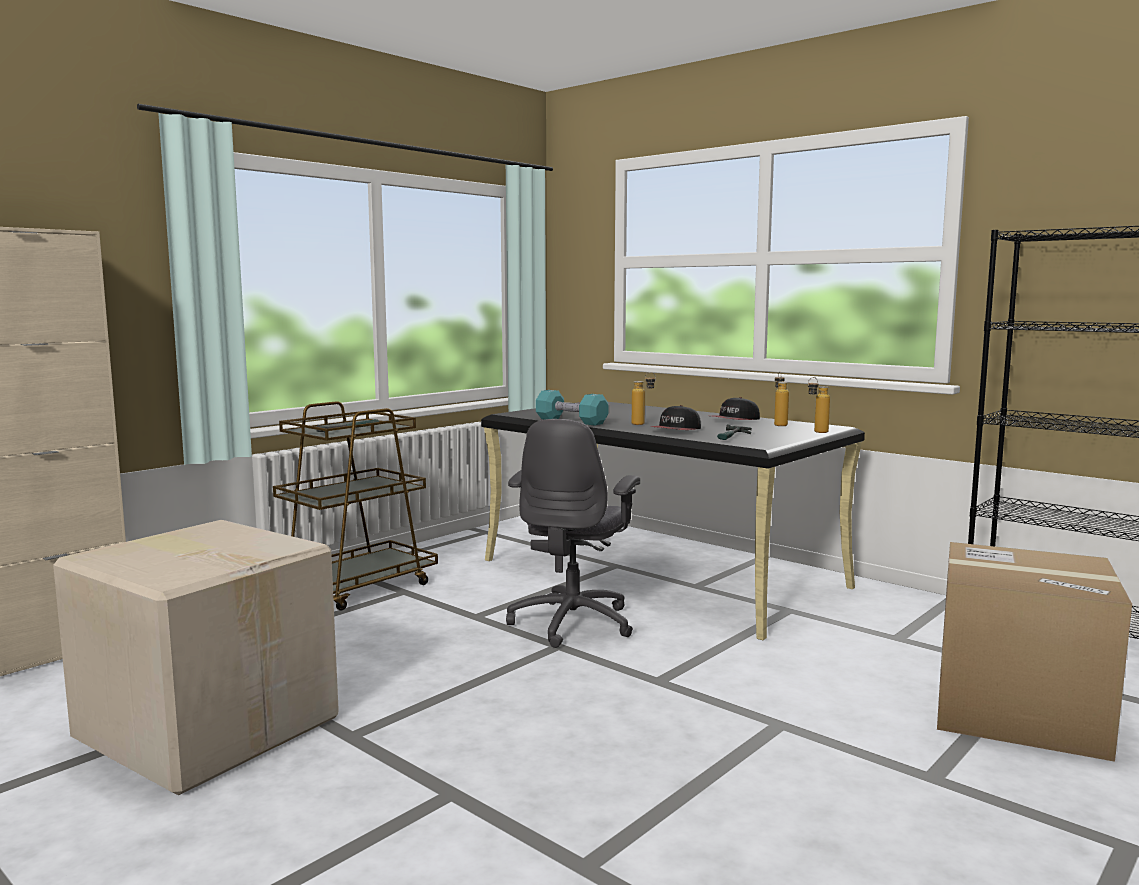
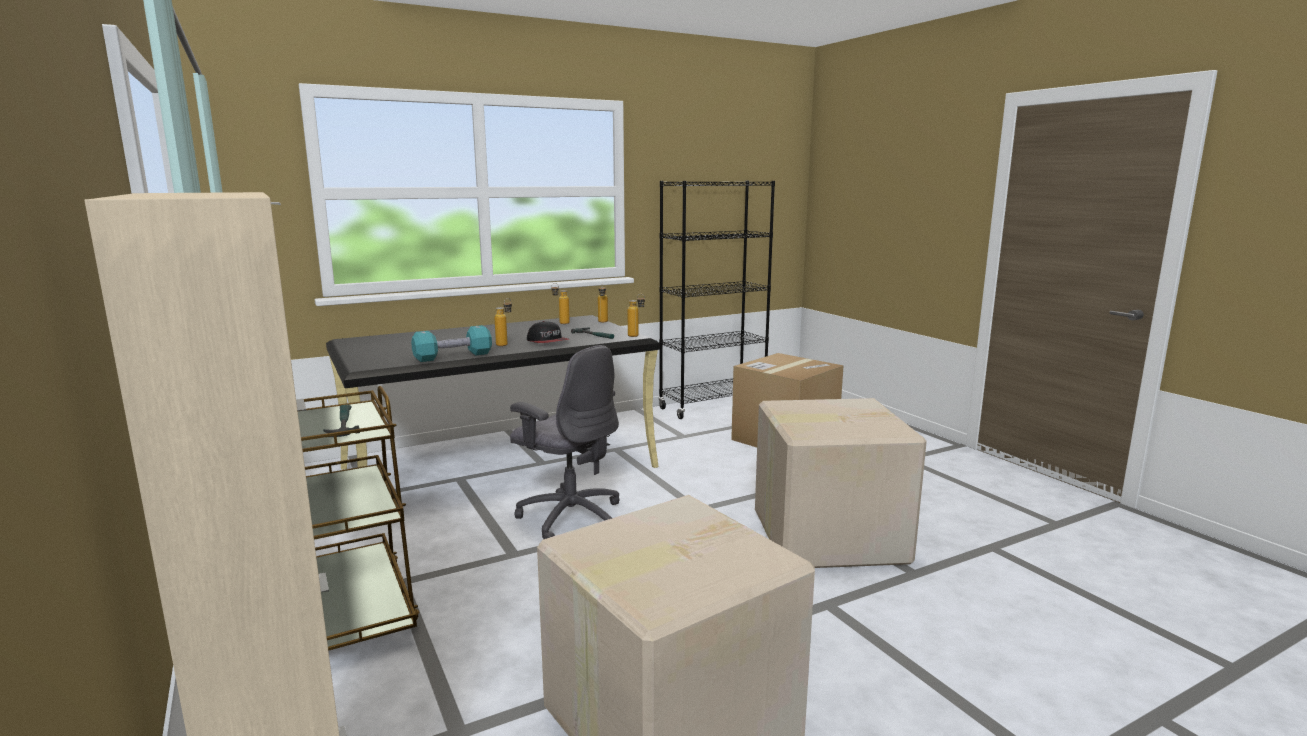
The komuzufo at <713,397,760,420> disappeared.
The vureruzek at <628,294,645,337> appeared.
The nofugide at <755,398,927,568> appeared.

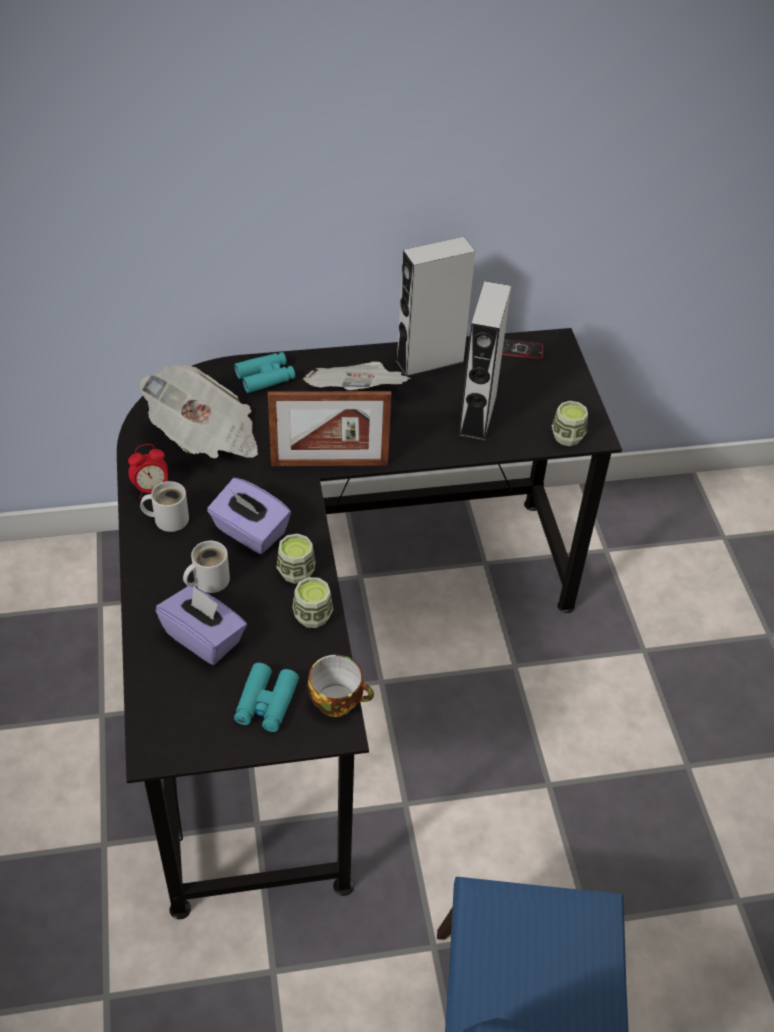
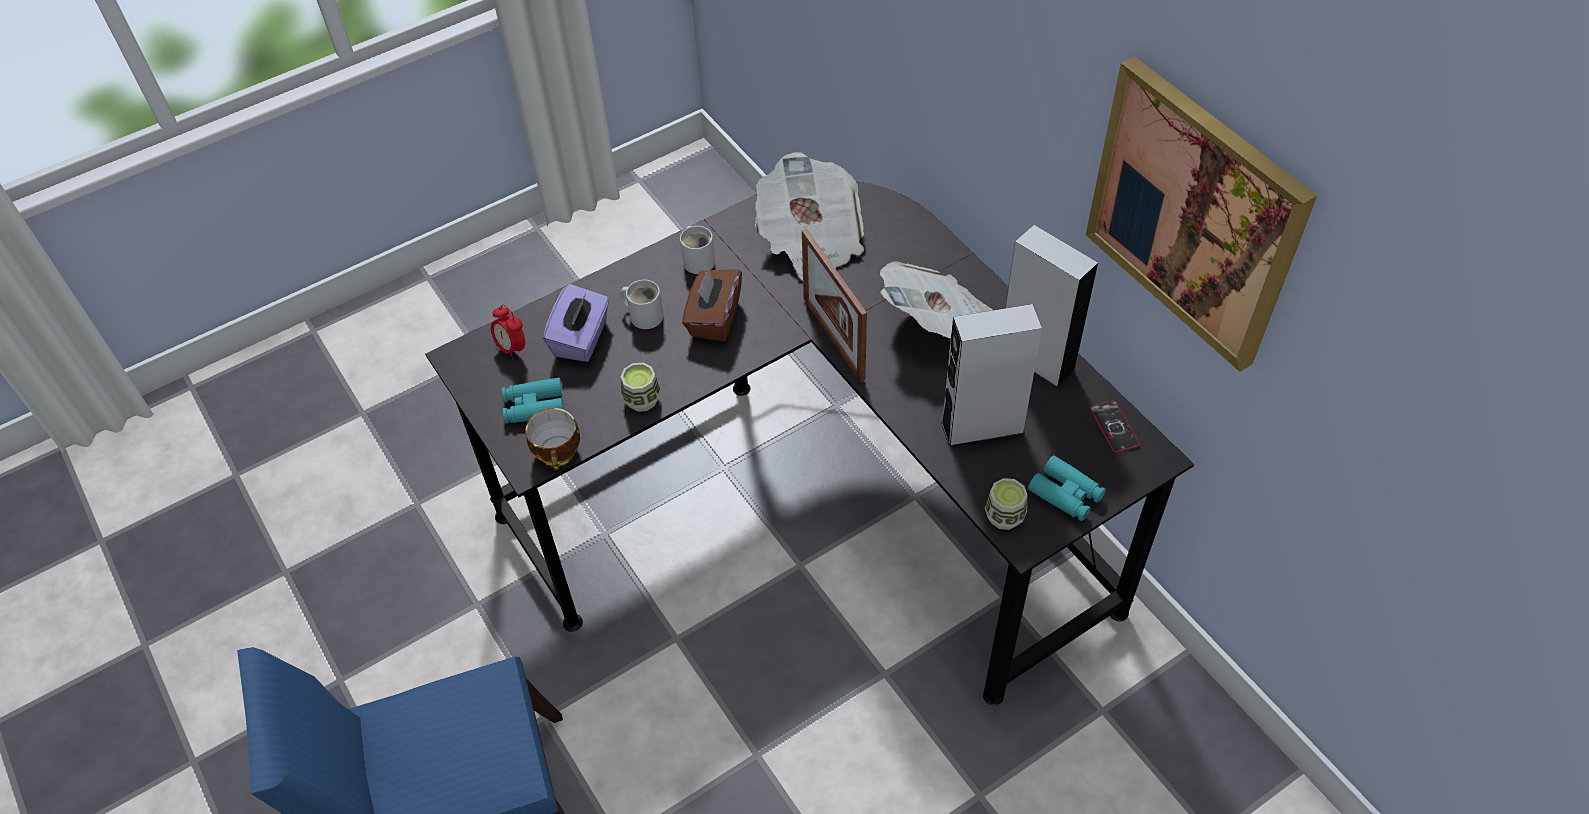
The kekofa moved from <128,444,168,498> to <491,305,525,360>.
The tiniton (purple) at <207,478,291,554> became the tiniton (brown) at <682,269,742,341>.
The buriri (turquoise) moved from <234,352,295,393> to <1028,455,1106,521>.
The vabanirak at <277,534,316,584> disappeared.
The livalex at <1086,56,1317,372> appeared.

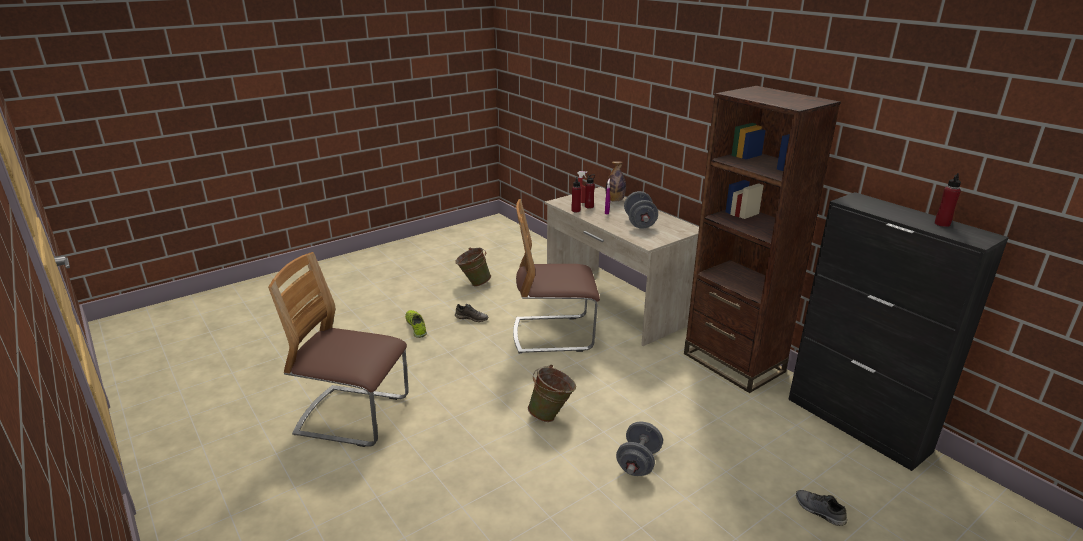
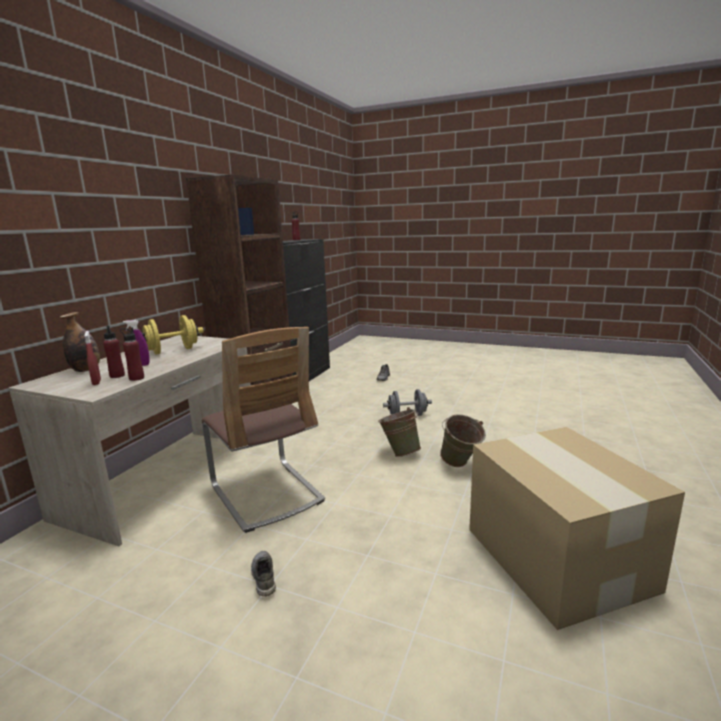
The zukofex at <268,252,409,447> was replaced by the nofugide at <469,427,685,630>.
The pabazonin at <405,310,427,338> disappeared.
The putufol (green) moved from <455,247,491,286> to <440,414,486,467>.
The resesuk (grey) at <624,191,658,229> became the resesuk (yellow) at <142,315,204,354>.

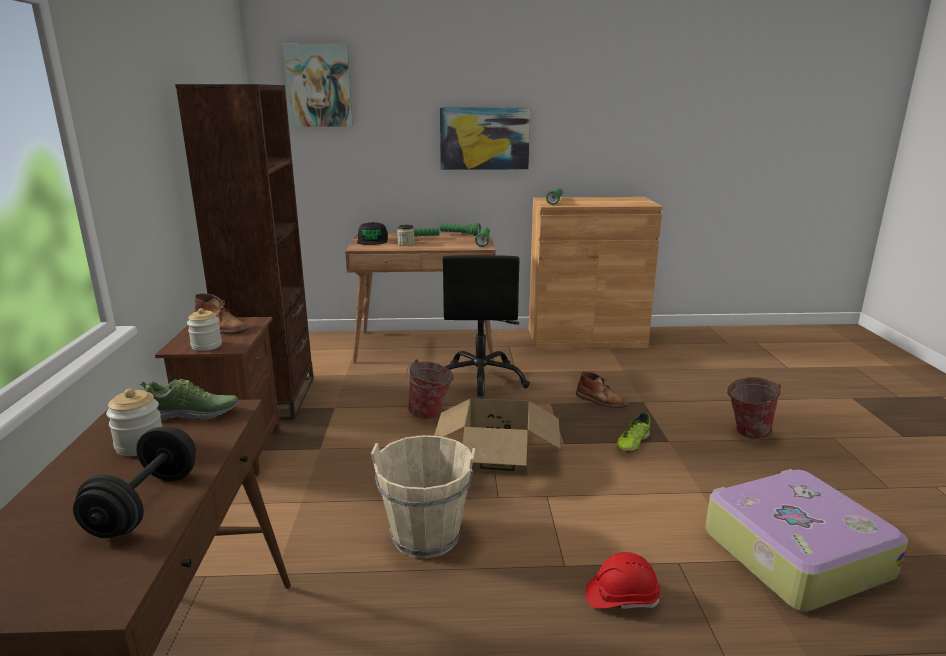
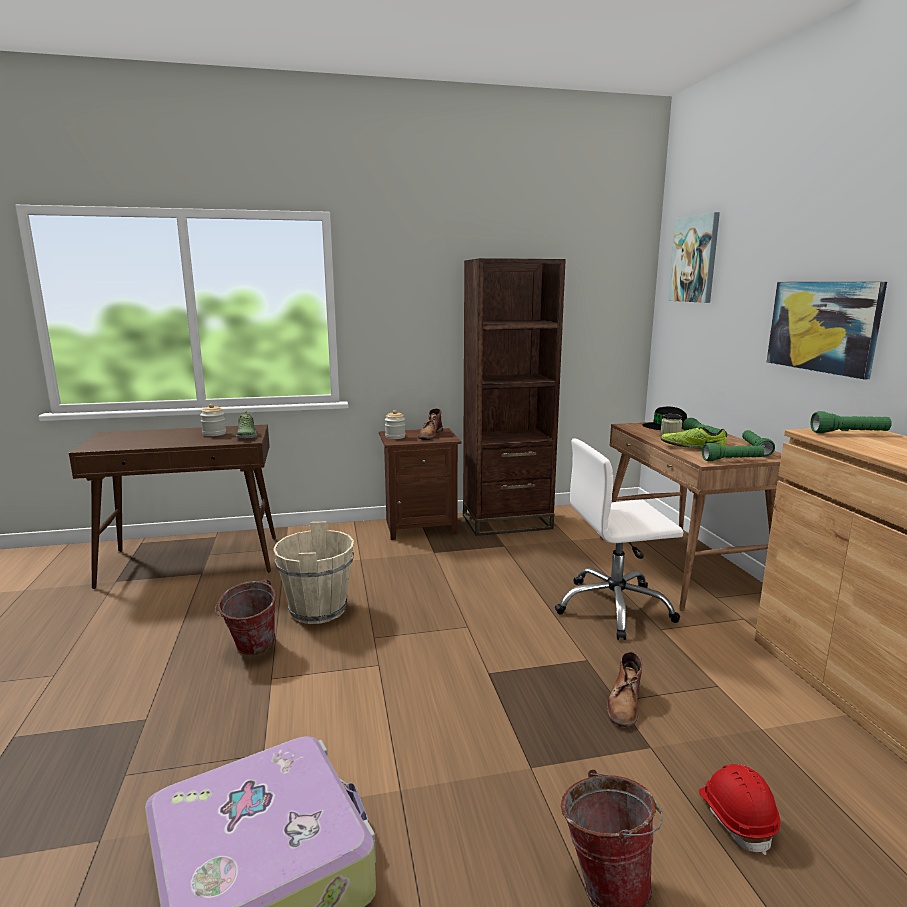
The resesuk (black) at <73,427,196,538> disappeared.
The putufol moved from <406,359,454,419> to <215,580,276,655>.
The nofugide at <434,398,560,475> disappeared.
The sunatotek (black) at <443,255,530,399> became the sunatotek (white) at <555,439,683,640>.
The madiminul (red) moved from <586,552,660,609> to <699,764,780,855>.
The pabazonin moved from <617,412,650,453> to <661,427,726,450>.

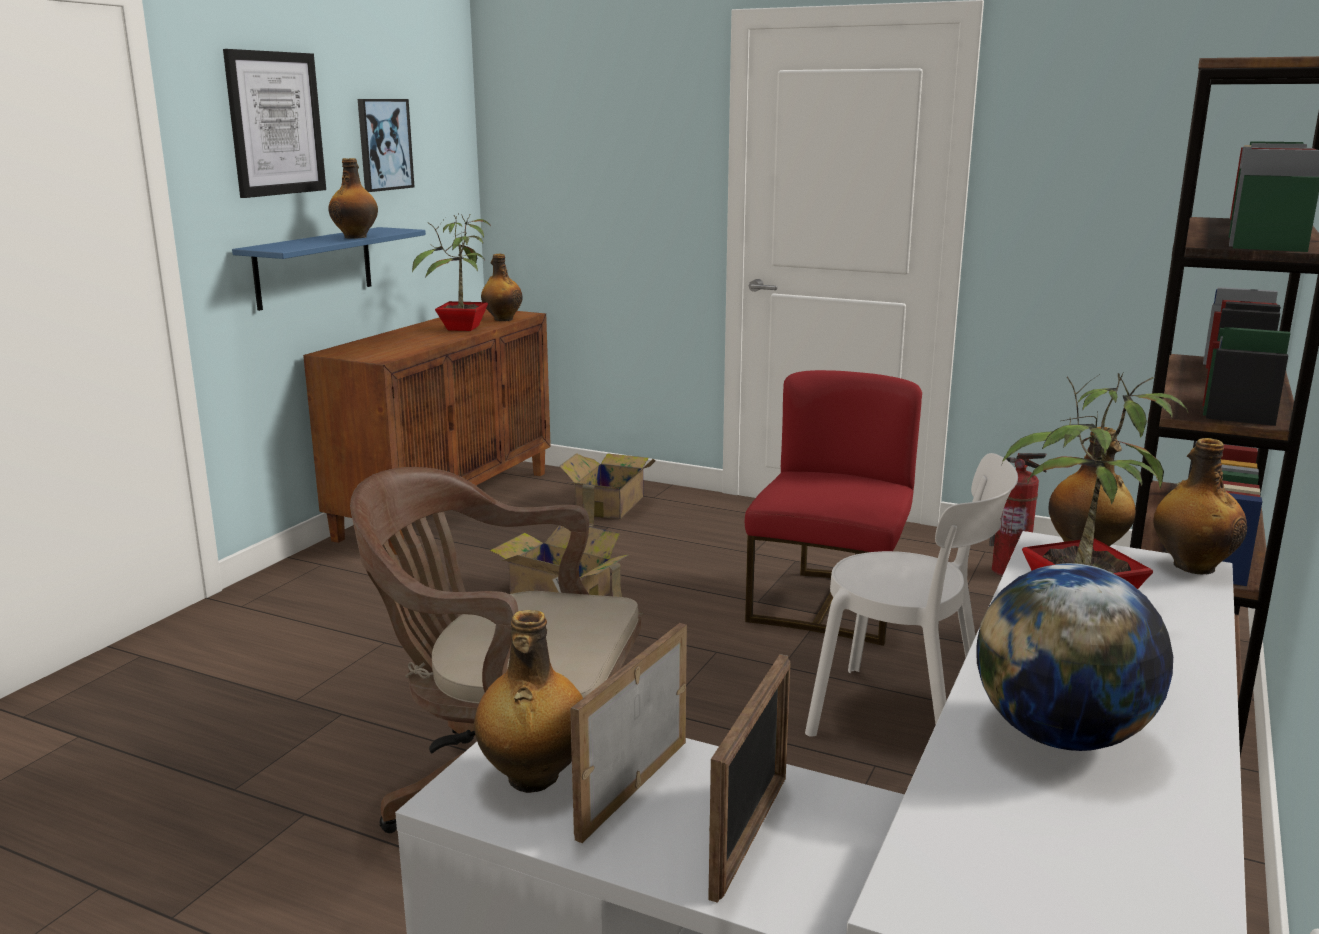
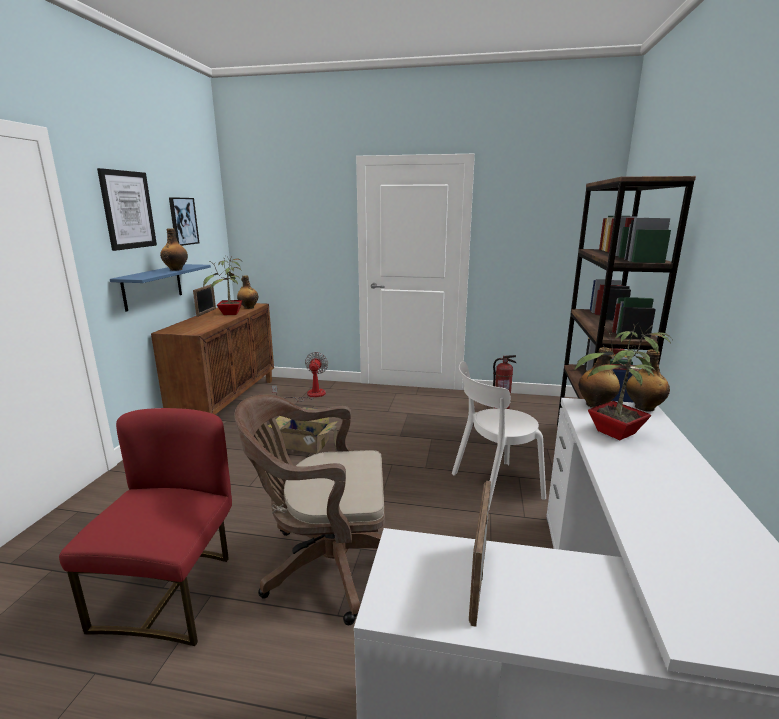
The vureruzek at <474,610,583,793> disappeared.
The nofugide at <559,453,656,527> was replaced by the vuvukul at <272,352,328,402>.
The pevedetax moved from <708,654,790,903> to <193,284,216,317>.
The zukofex (red) moved from <745,370,922,646> to <59,408,232,646>.
The zukofex (white) at <805,453,1018,737> turned 150 degrees clockwise.
The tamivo at <976,563,1173,751> disappeared.

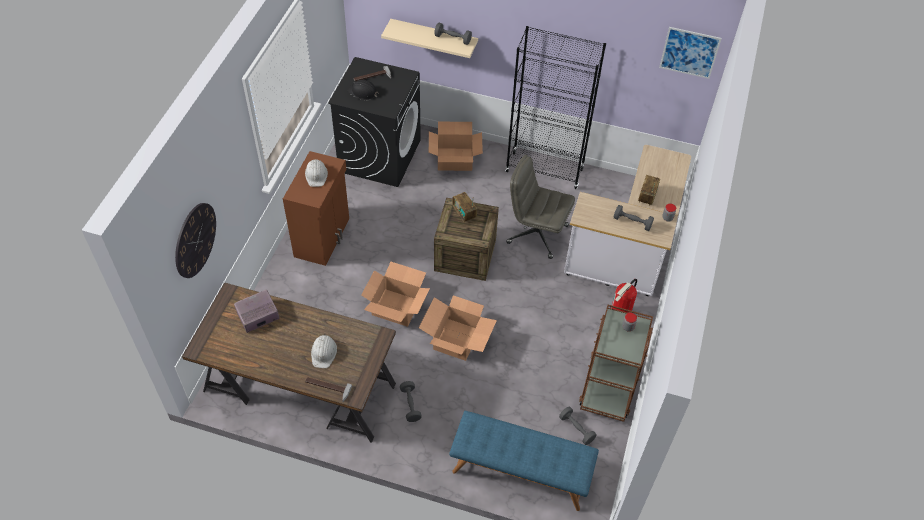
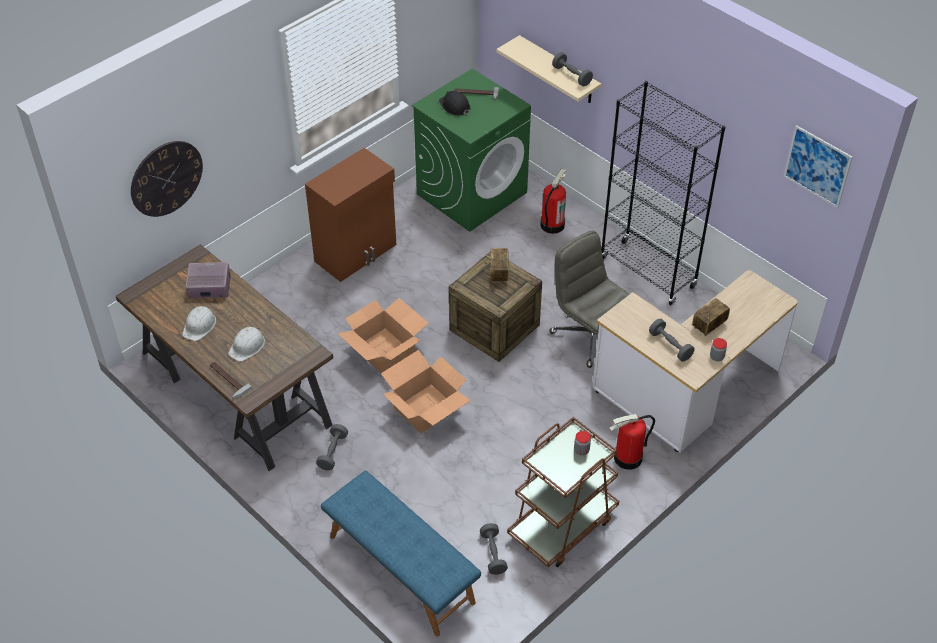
The madiminul (white) moved from <305,159,328,187> to <182,306,216,341>.
The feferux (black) at <328,57,421,187> became the feferux (green) at <412,69,531,232>.
The nofugide at <429,122,483,171> was replaced by the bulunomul at <540,168,566,234>.

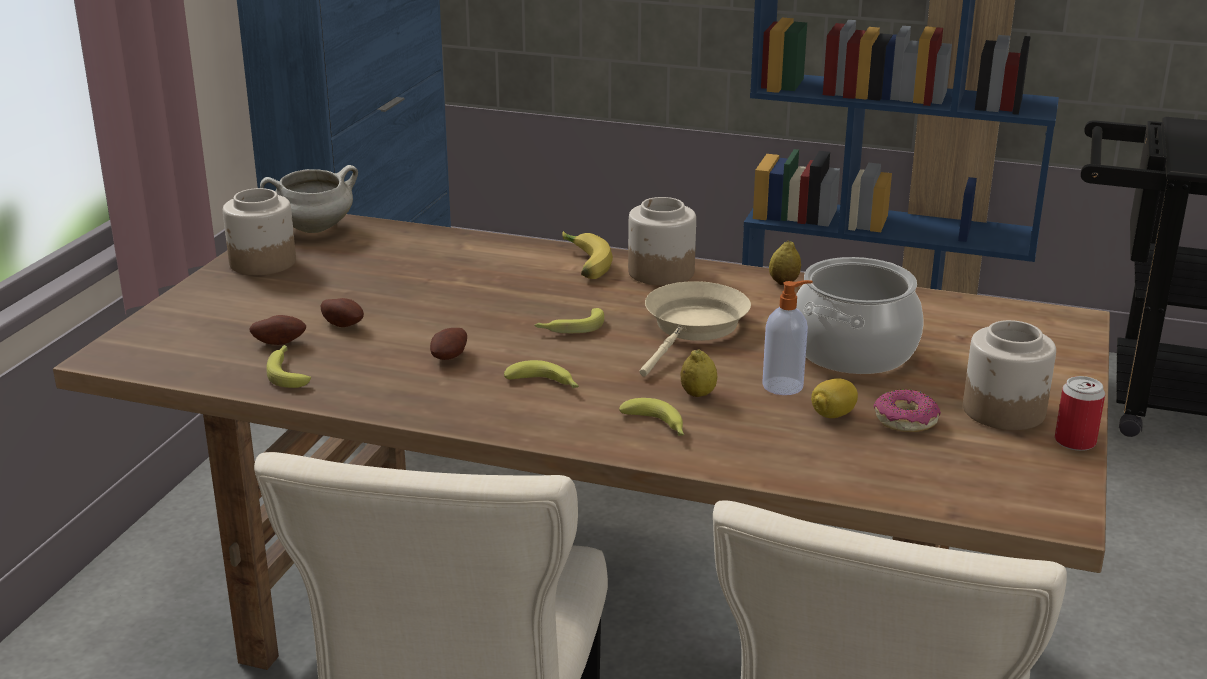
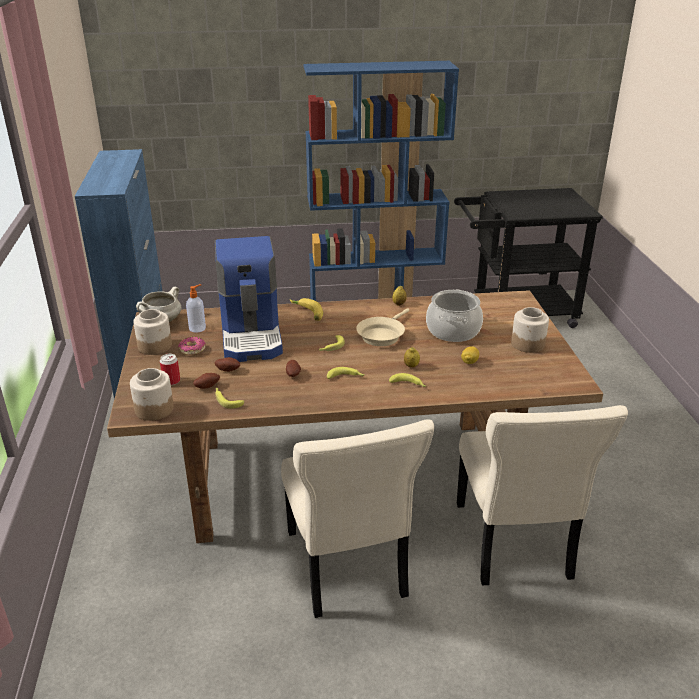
The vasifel moved from <628,197,696,285> to <130,368,174,421>.
The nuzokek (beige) at <639,281,751,377> turned 150 degrees counterclockwise.
The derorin moved from <762,280,813,395> to <186,284,206,333>.
The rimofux moved from <874,389,941,432> to <178,337,206,355>.
The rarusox moved from <1055,376,1105,451> to <160,354,180,385>.
The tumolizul at <215,236,283,362> appeared.

